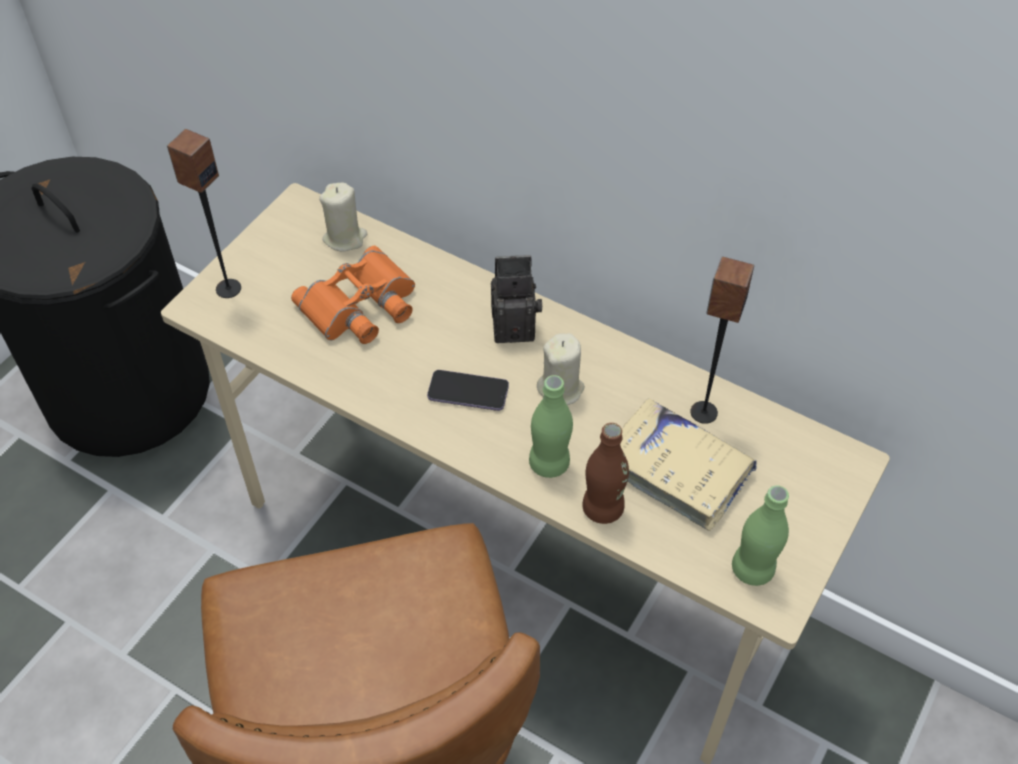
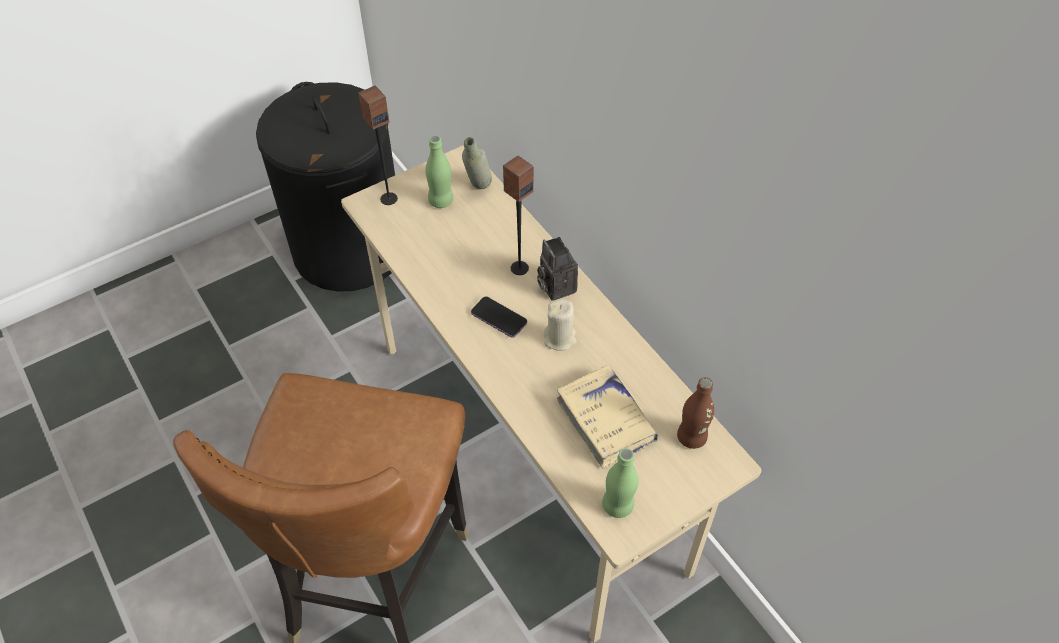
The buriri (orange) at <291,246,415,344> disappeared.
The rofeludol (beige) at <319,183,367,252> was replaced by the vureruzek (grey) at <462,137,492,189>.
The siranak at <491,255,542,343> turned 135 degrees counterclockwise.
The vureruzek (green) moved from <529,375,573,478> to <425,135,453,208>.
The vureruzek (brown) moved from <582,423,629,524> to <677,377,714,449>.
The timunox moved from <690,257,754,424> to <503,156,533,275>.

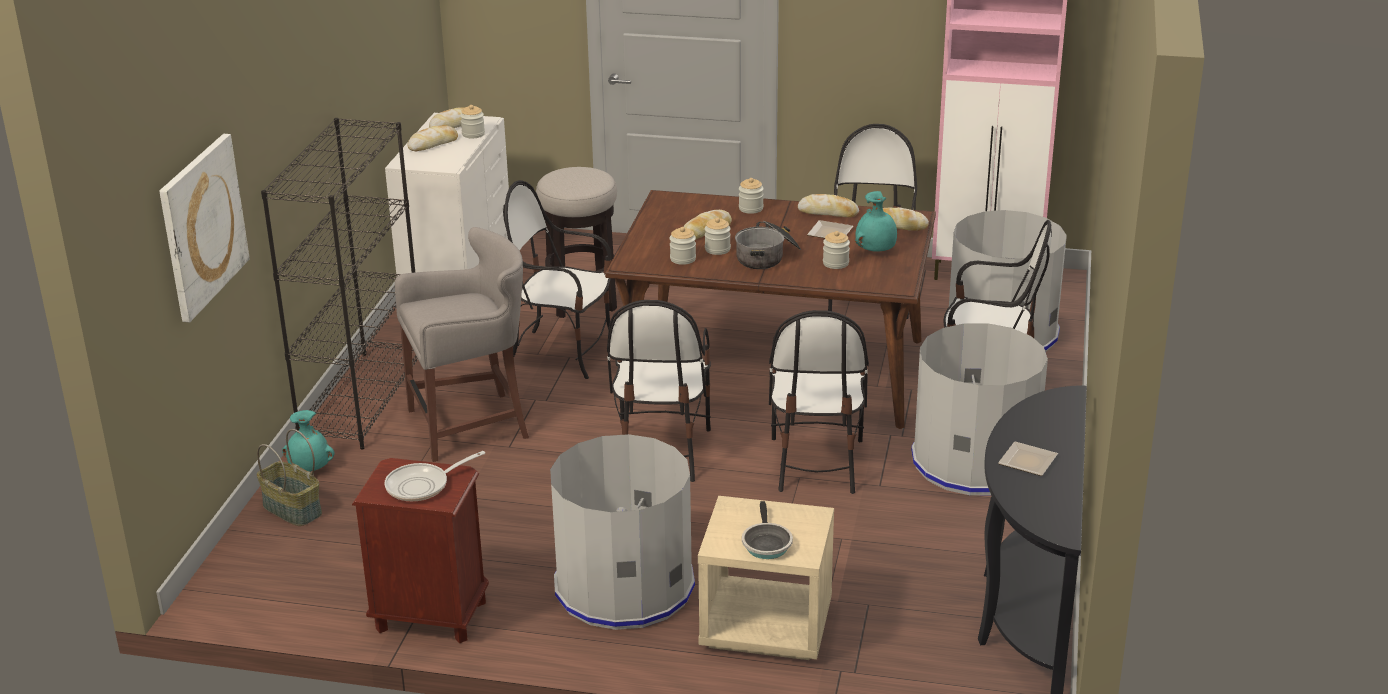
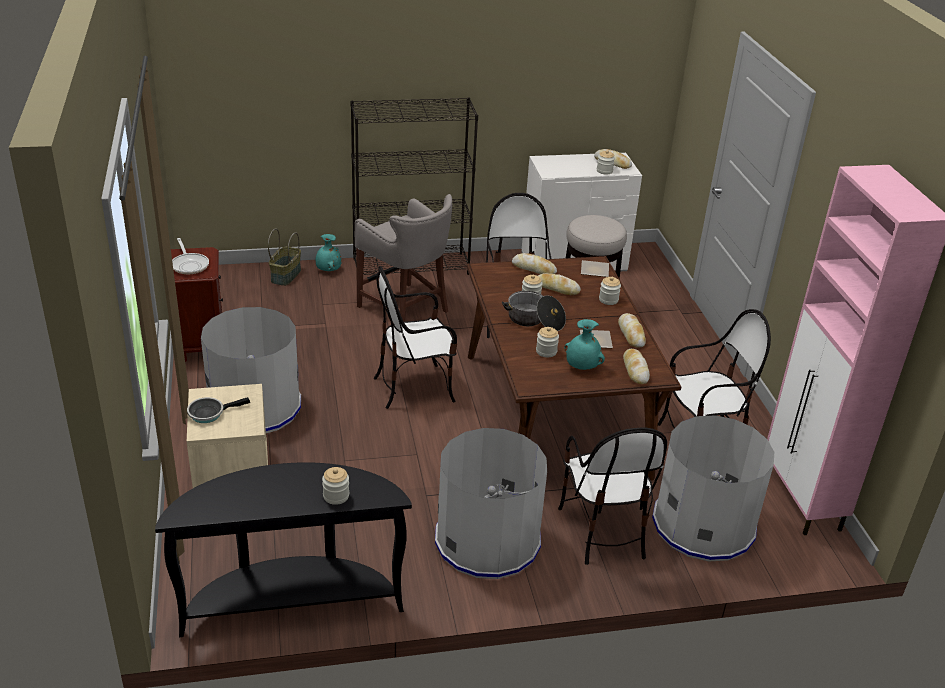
The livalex at <159,134,250,323> disappeared.
The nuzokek at <385,451,485,502> turned 150 degrees counterclockwise.
The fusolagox moved from <408,125,458,151> to <512,253,557,274>.
The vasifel moved from <670,227,696,265> to <322,467,349,505>.
The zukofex at <769,310,869,494> disappeared.
The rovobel moved from <998,442,1058,476> to <581,260,609,277>.

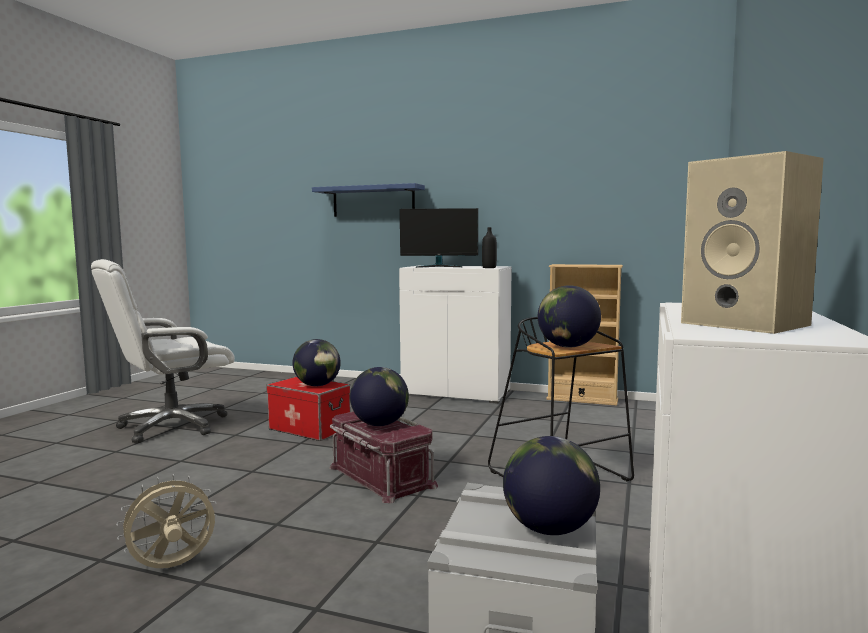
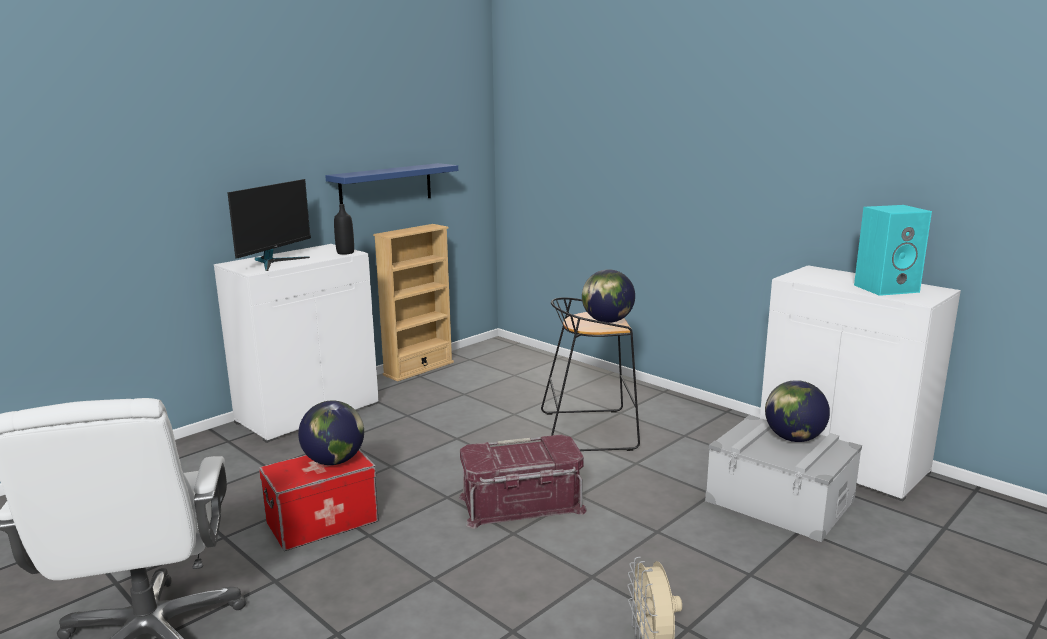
The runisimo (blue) moved from <312,183,425,217> to <325,163,458,204>.
The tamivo at <350,367,409,426> disappeared.
The timunox (beige) at <681,151,824,334> became the timunox (turquoise) at <854,205,932,296>.

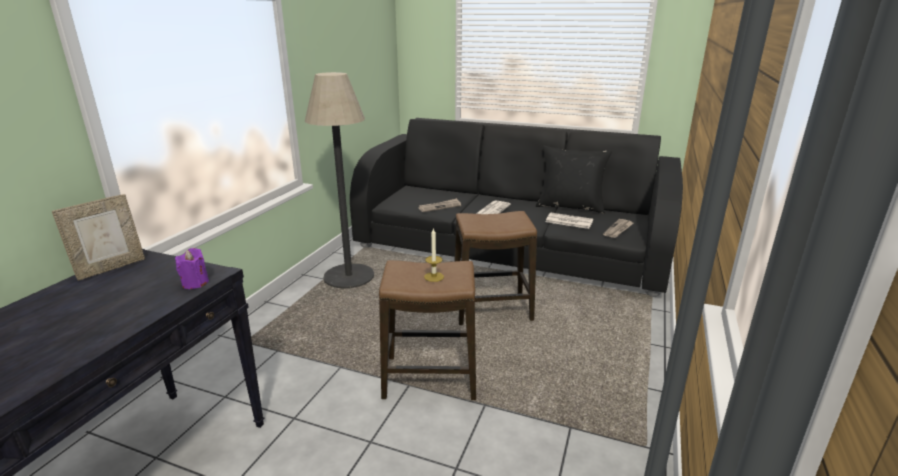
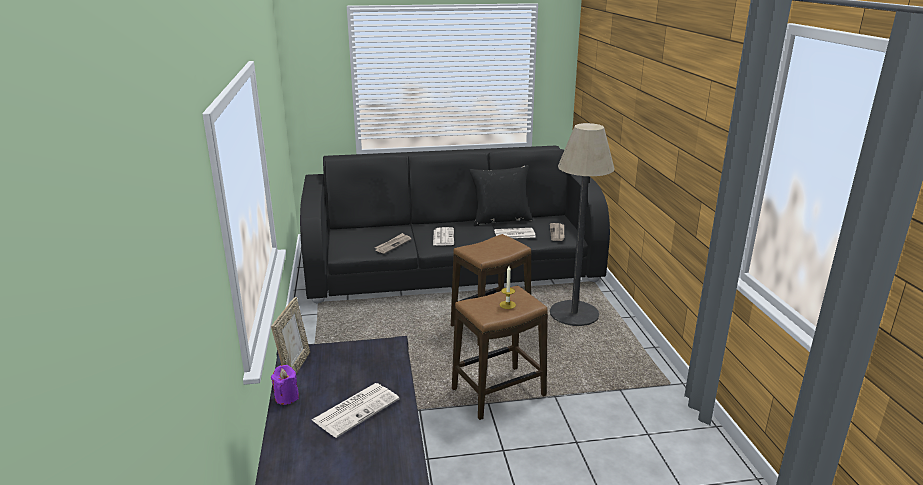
The rofeludol (purple) moved from <175,248,209,289> to <271,365,299,405>.
The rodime moved from <305,72,374,288> to <550,123,615,326>.
The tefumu at <312,383,399,438> appeared.

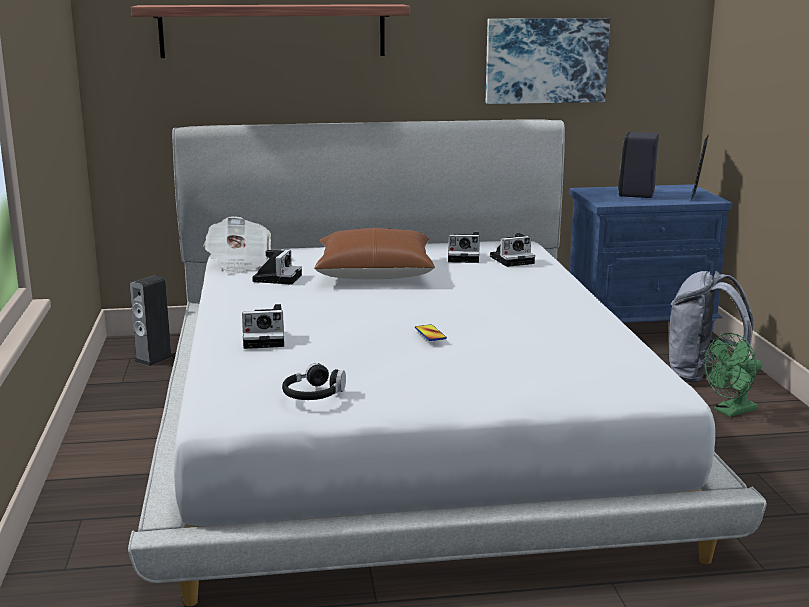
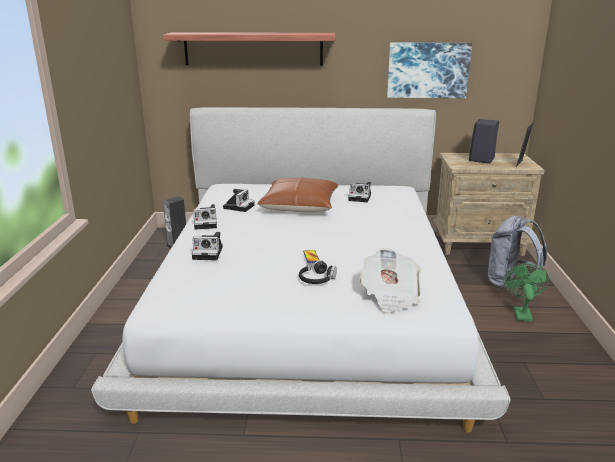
The tefumu moved from <203,216,271,274> to <360,248,421,313>.
The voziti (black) moved from <282,363,346,400> to <299,260,337,284>.
The siranak moved from <490,233,535,267> to <193,204,217,230>.
The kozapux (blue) at <569,184,733,338> became the kozapux (beige) at <433,153,545,256>.
The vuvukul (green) at <705,333,762,417> turned 120 degrees clockwise.

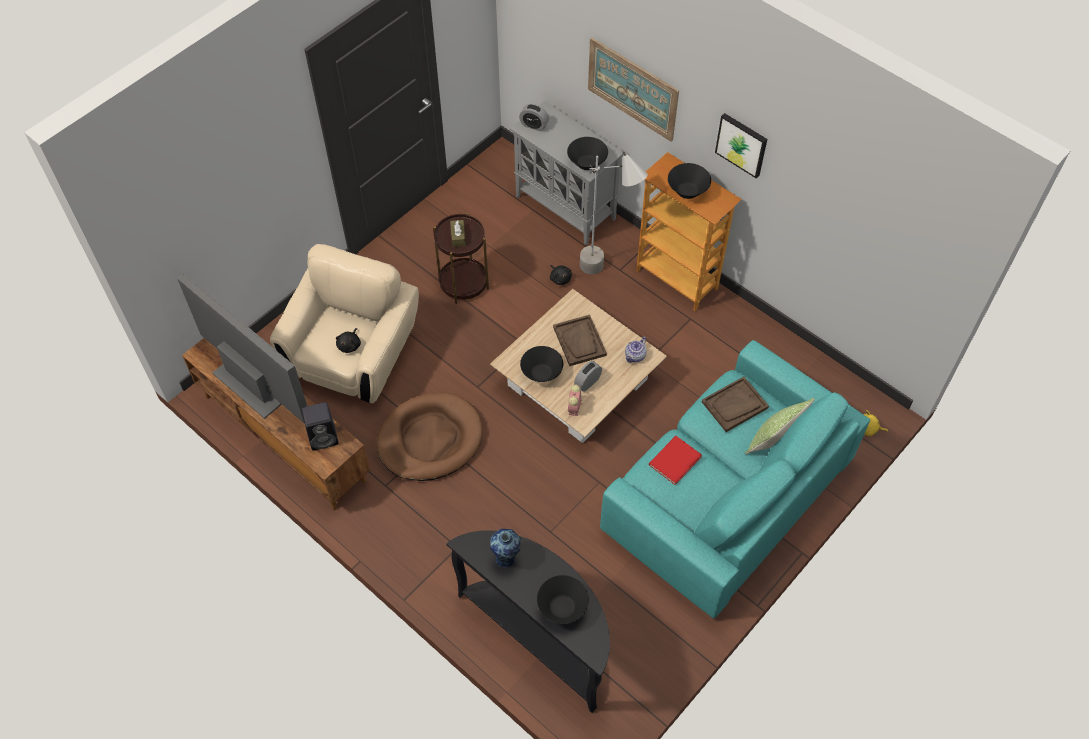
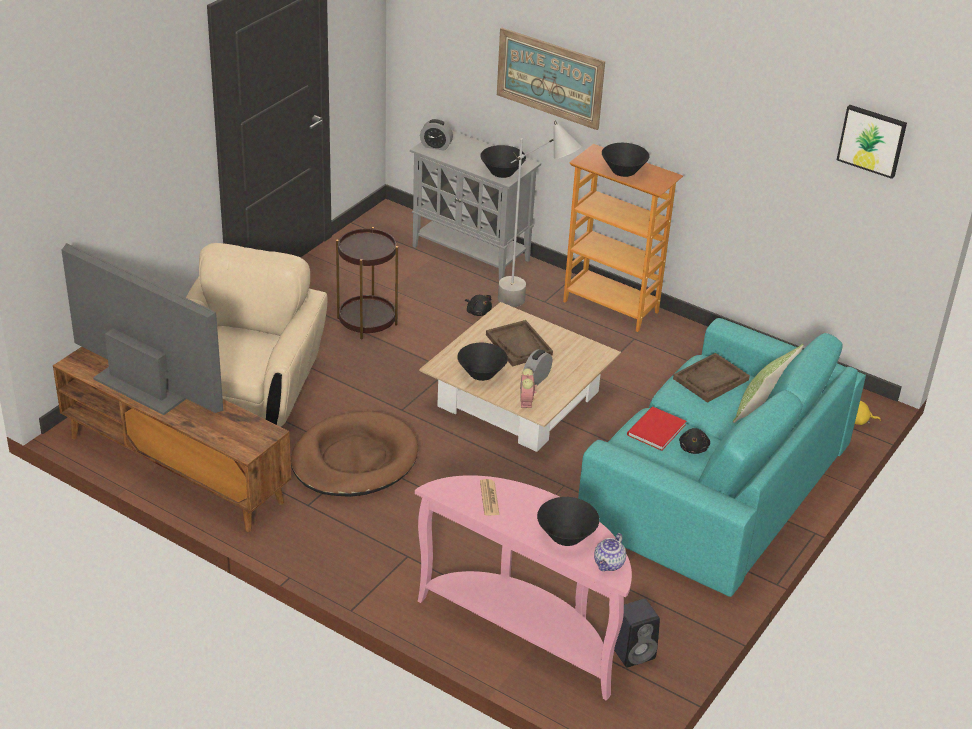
The timunox (black) moved from <302,402,339,451> to <614,599,660,668>.
The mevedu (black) moved from <336,328,361,353> to <679,428,710,454>.
The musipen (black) at <447,530,610,713> became the musipen (pink) at <415,475,632,701>.
The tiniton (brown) at <450,220,466,247> disappeared.
The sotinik at <490,529,521,567> was replaced by the tefumu at <480,479,499,516>.
The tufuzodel moved from <625,337,647,363> to <594,533,626,571>.
The livalex moved from <715,113,767,178> to <837,105,907,179>.

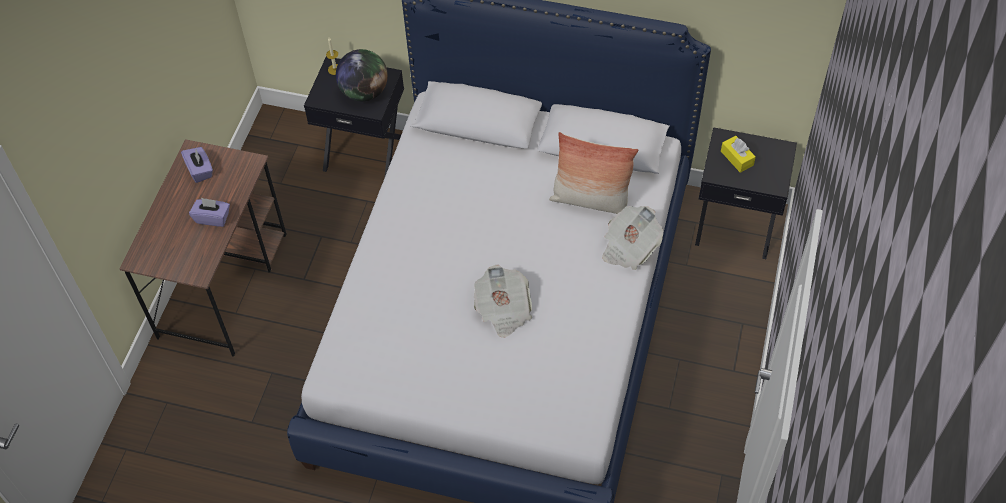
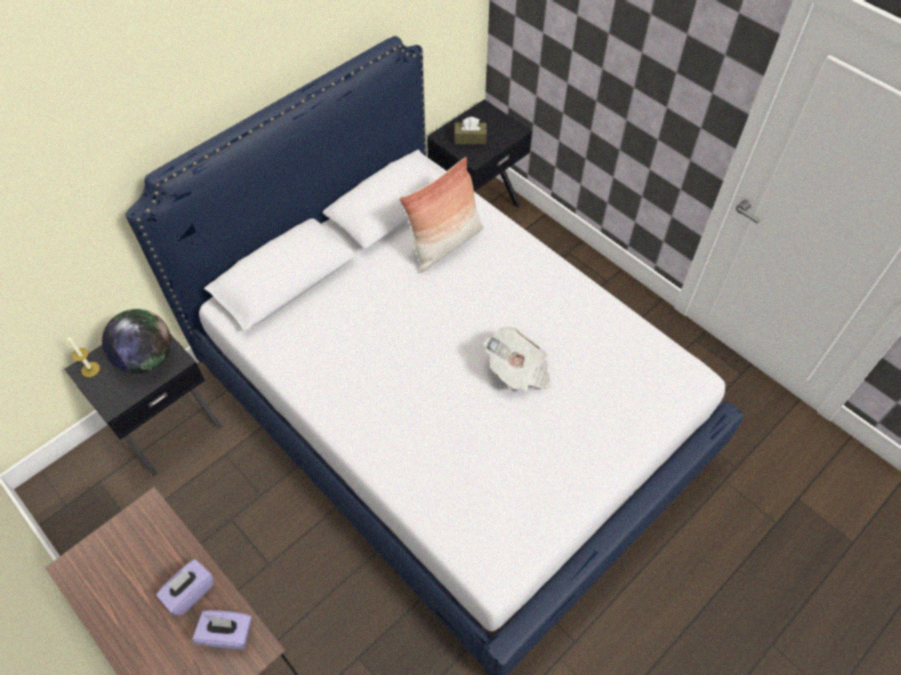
The tiniton (purple) moved from <181,147,213,183> to <192,610,252,650>.
The tefumu at <602,206,663,270> disappeared.
The tiniton (yellow) at <721,136,756,173> became the tiniton (brown) at <454,117,487,144>.

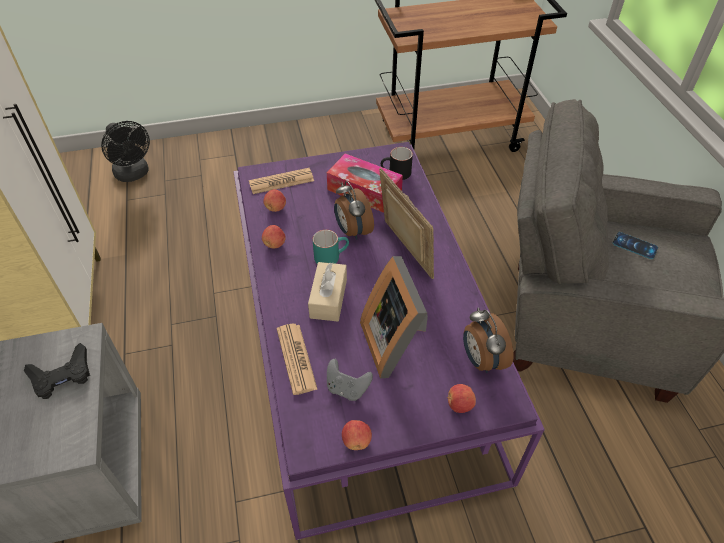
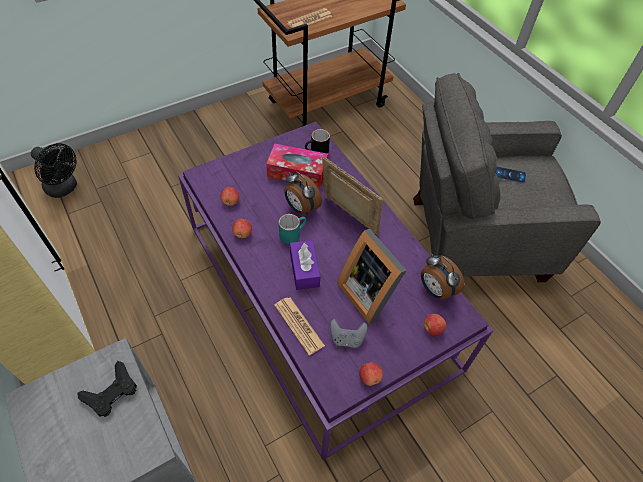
The tefumu moved from <249,168,314,194> to <287,8,332,28>.
The tiniton (beige) at <308,262,347,321> became the tiniton (purple) at <290,240,320,290>.

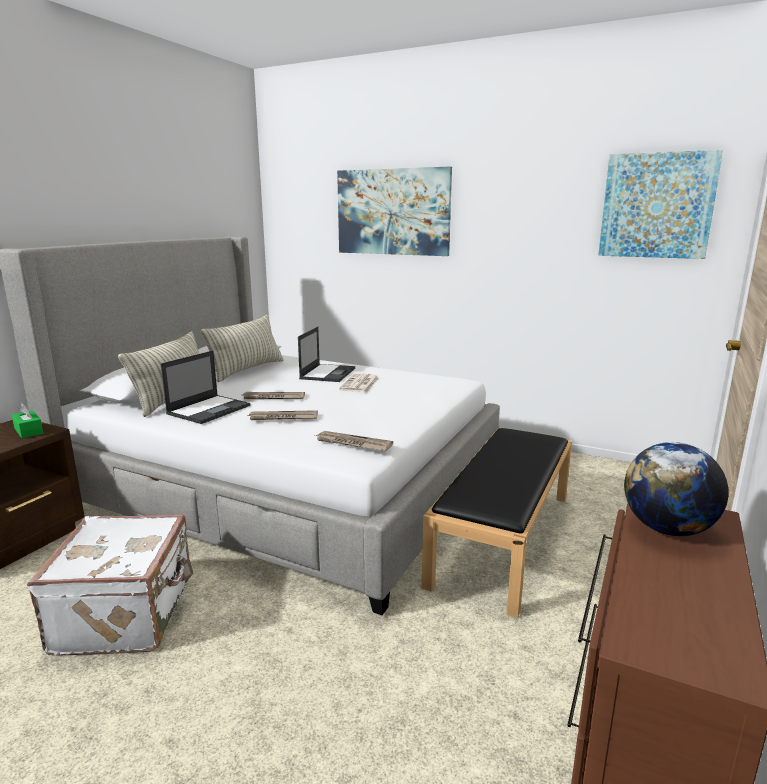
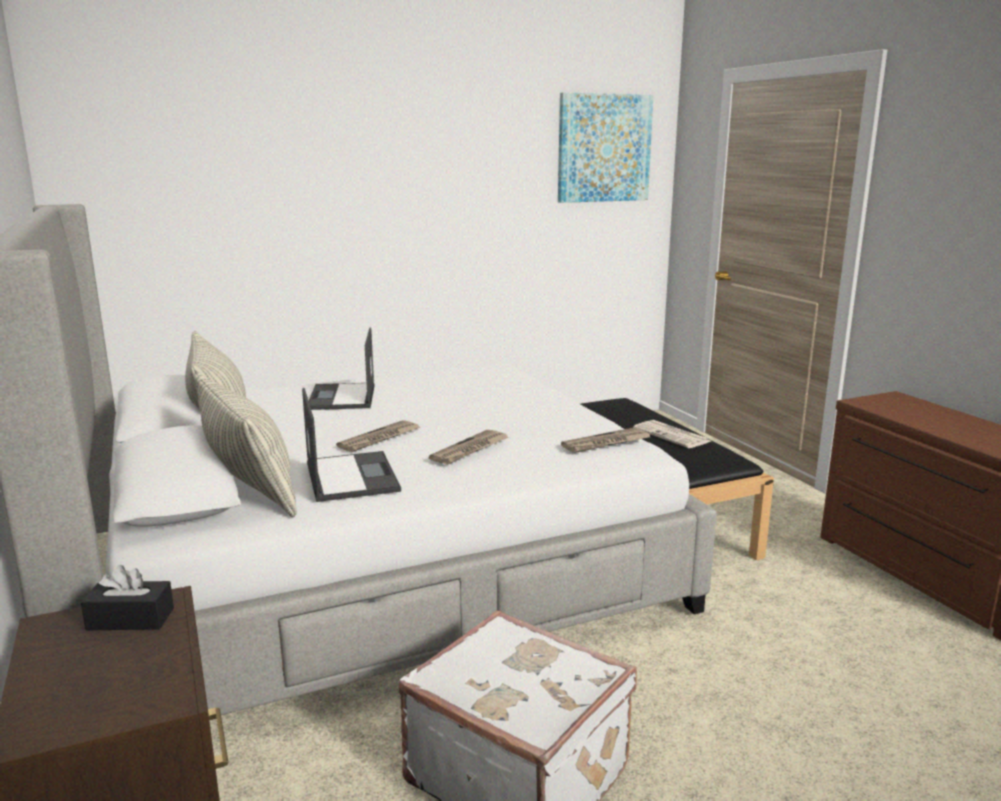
The tiniton (green) at <12,403,43,438> became the tiniton (black) at <81,565,174,630>.
The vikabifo at <298,327,355,382> turned 150 degrees counterclockwise.
The livalex at <337,167,452,256> disappeared.
The tefumu moved from <339,373,379,393> to <633,420,711,448>.
The tamivo at <624,442,729,536> disappeared.

